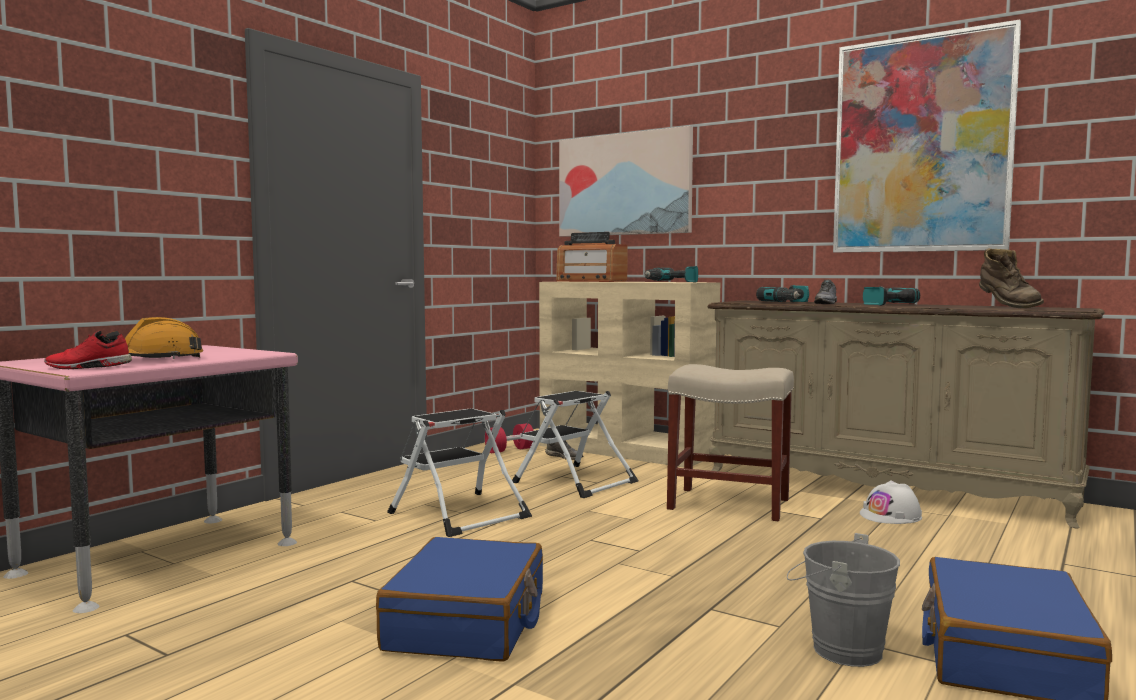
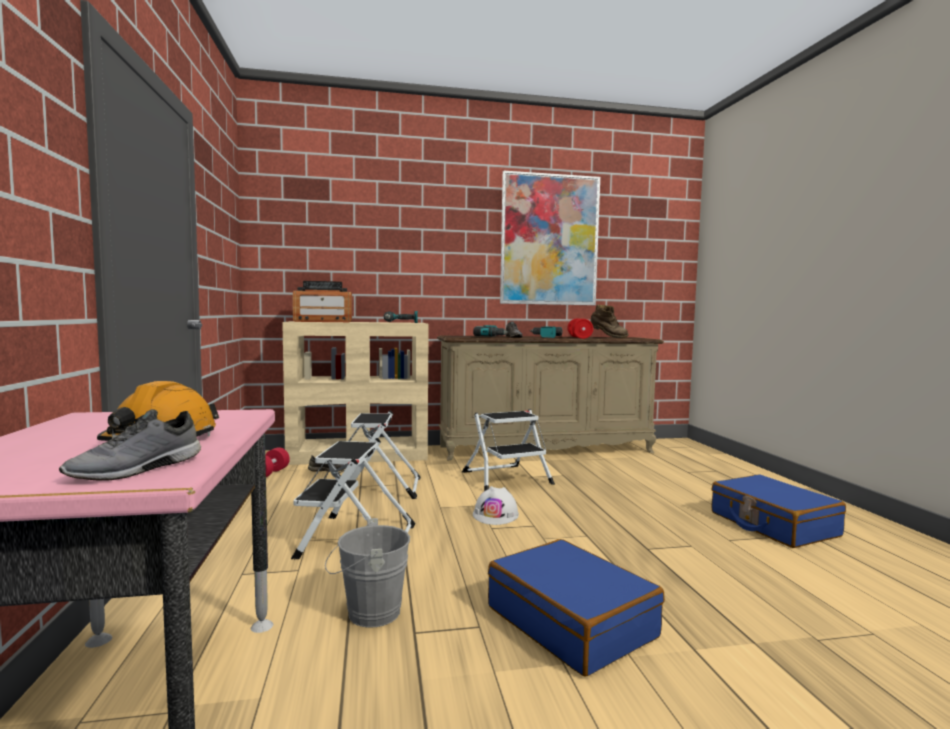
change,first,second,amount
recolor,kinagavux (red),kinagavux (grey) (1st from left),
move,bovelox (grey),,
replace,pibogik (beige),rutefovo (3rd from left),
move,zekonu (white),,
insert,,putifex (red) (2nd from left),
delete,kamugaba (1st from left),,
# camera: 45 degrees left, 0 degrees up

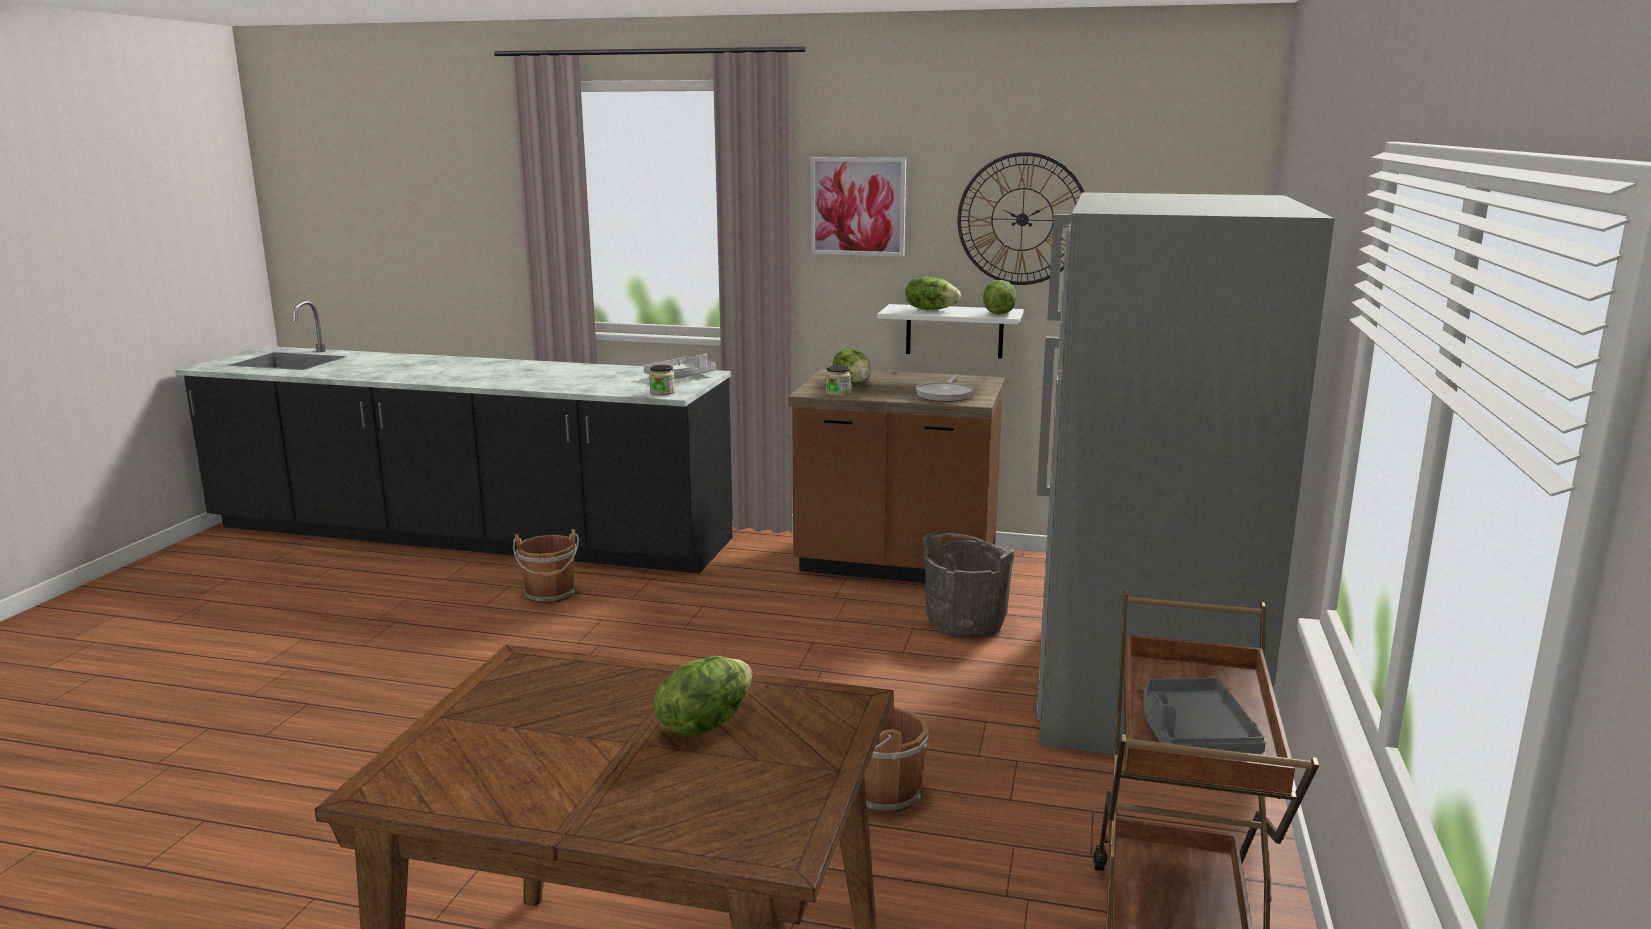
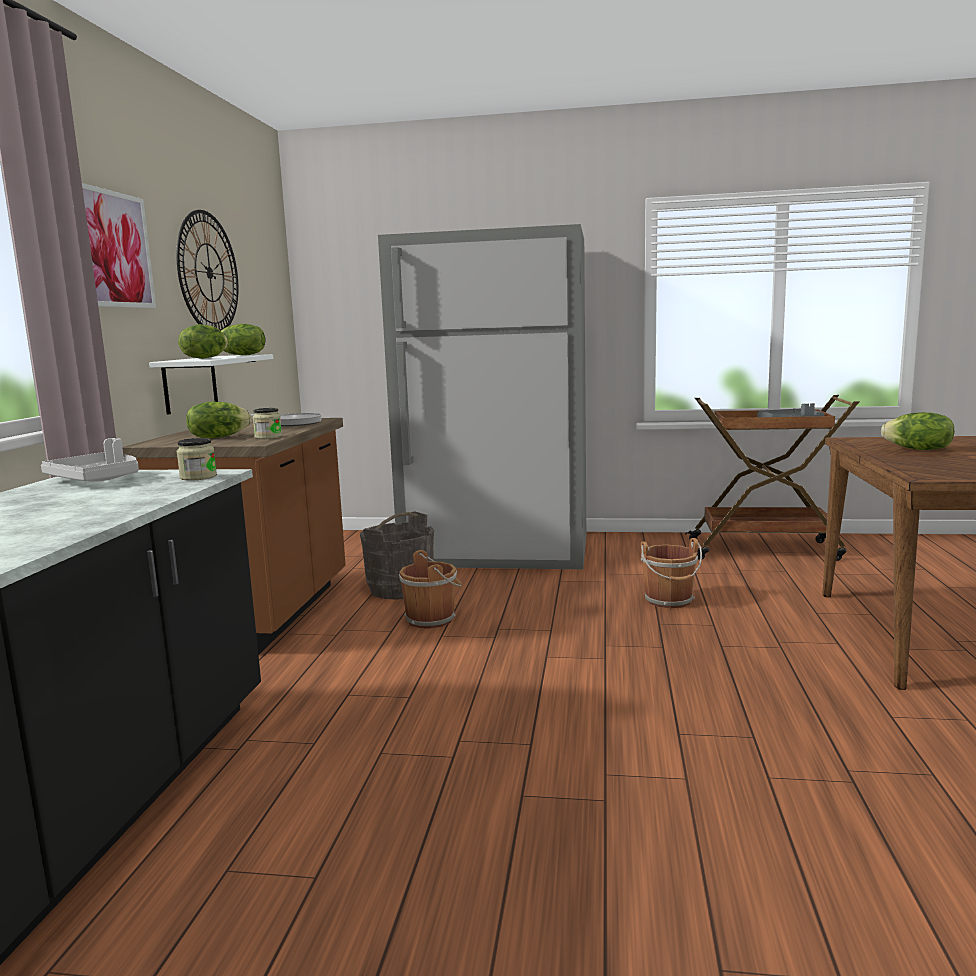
change,first,second,amount
move,bovelox (brown) (1st from left),,
# camera: 95 degrees left, 5 degrees down

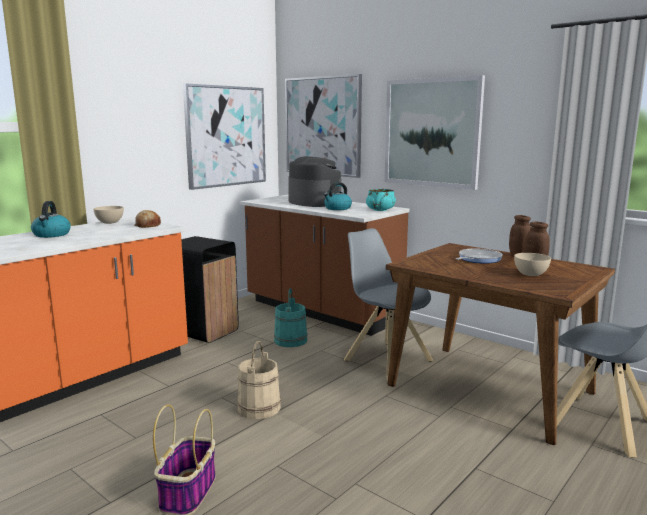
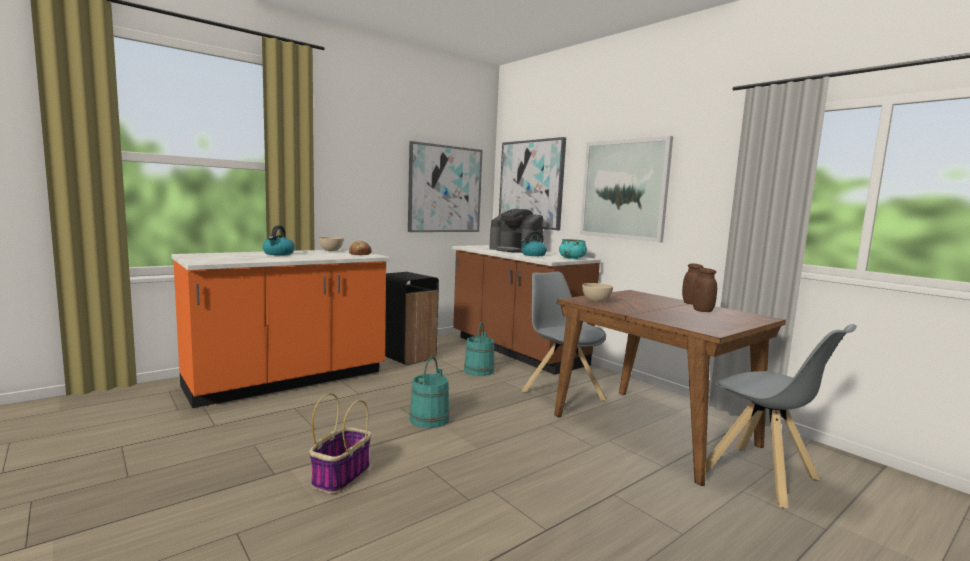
change,first,second,amount
recolor,bovelox (beige),bovelox (turquoise) (1st from left),
rotate,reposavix,,150 degrees clockwise
move,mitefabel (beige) (2nd from left),,
delete,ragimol,,
# camera: 10 degrees right, 5 degrees down

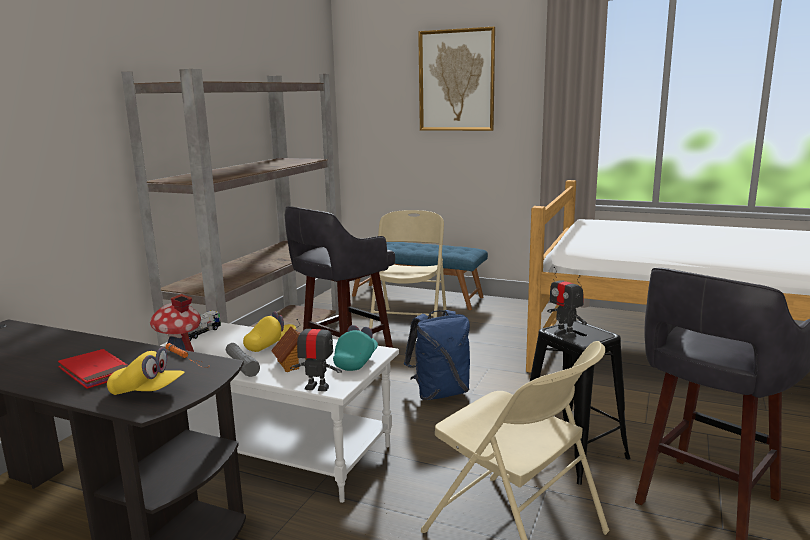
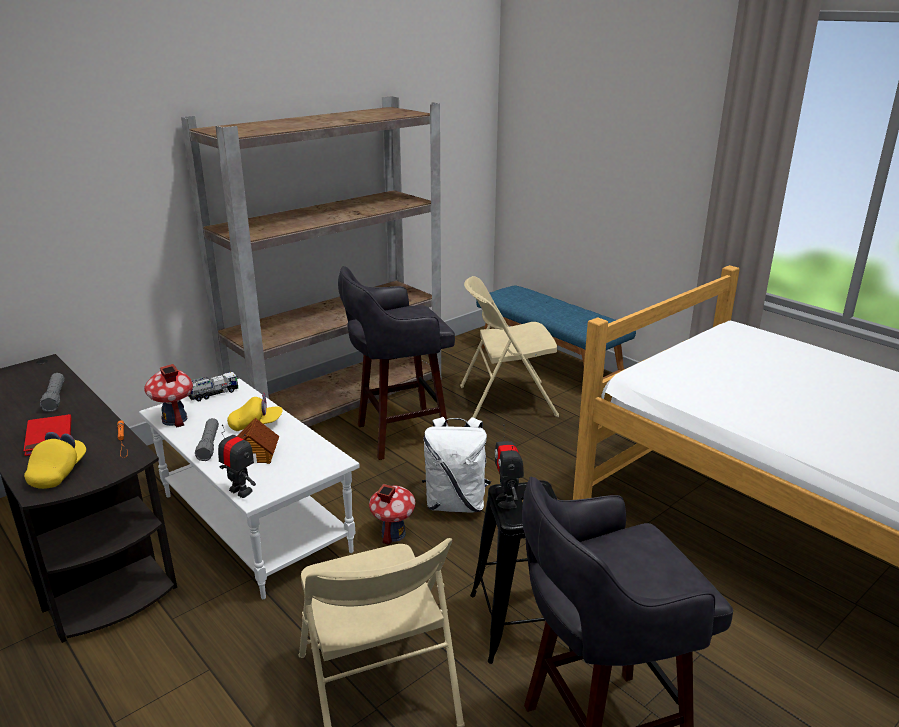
change,first,second,amount
rotate,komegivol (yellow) (1st from left),,120 degrees counterclockwise
insert,,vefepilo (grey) (1st from left),
insert,,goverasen (3rd from left),
recolor,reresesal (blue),reresesal (white),
rotate,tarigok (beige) (1st from left in the first image),tarigok (beige) (2nd from left),135 degrees counterclockwise
delete,komegivol (turquoise),,
delete,kamugaba,,
# camera: 25 degrees right, 10 degrees up

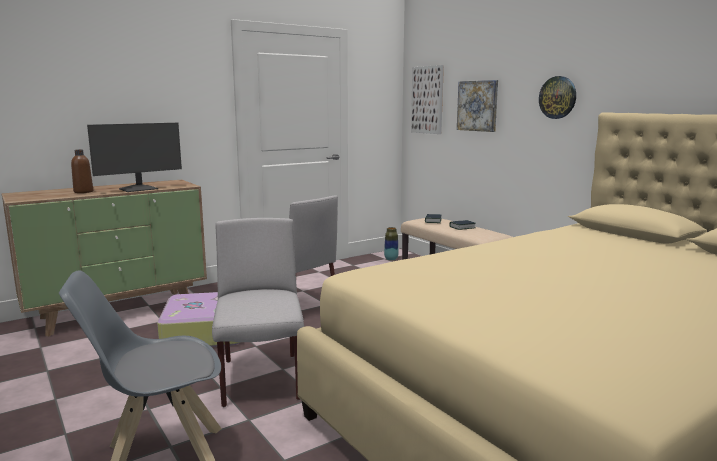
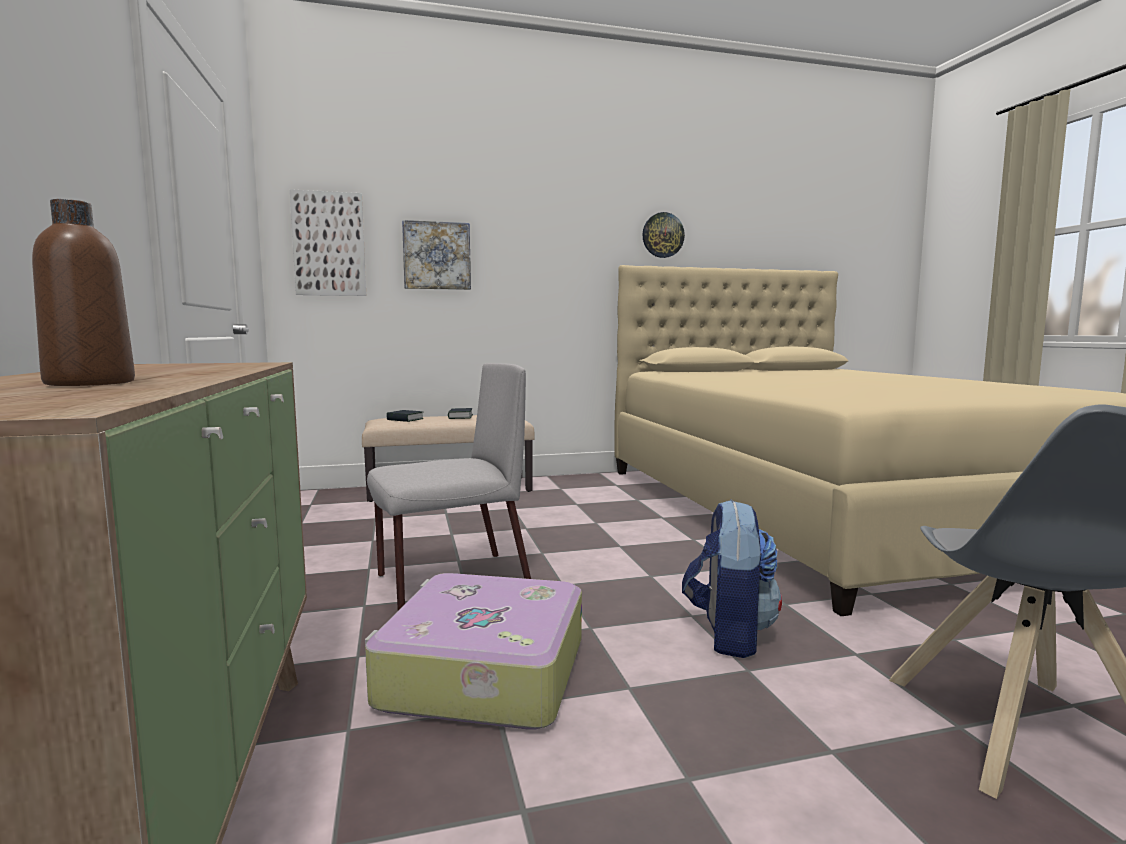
change,first,second,amount
move,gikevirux,,
replace,tarigok (grey) (2nd from left),reresesal,
delete,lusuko,,
delete,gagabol,,
# camera: 70 degrees left, 5 degrees down

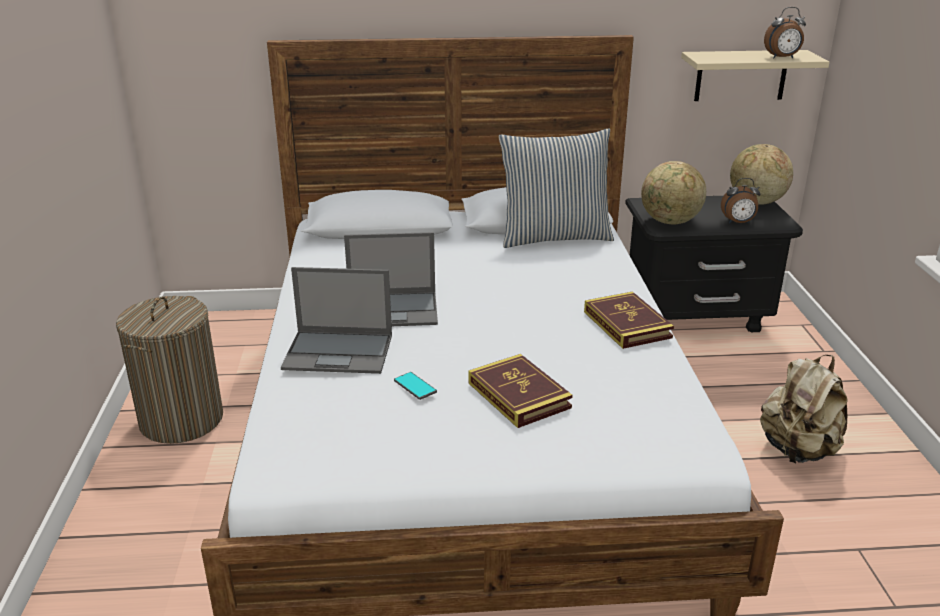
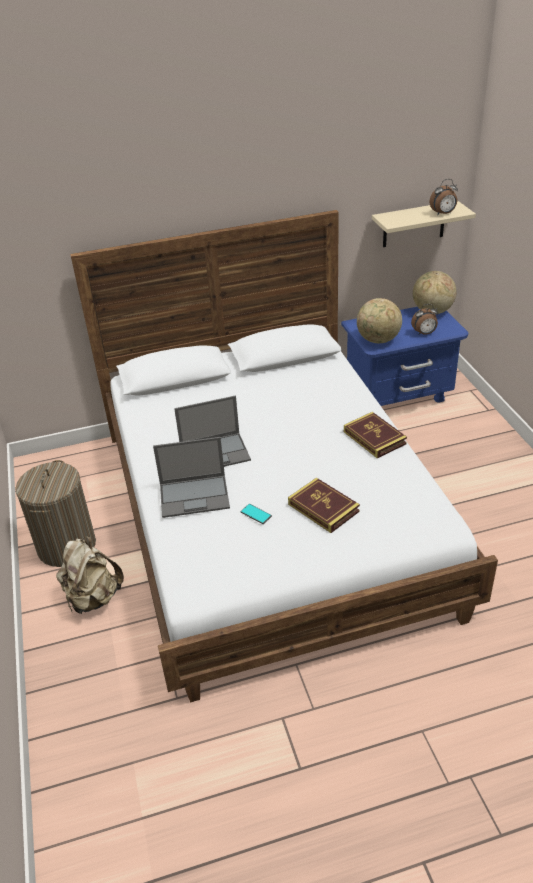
change,first,second,amount
move,reresesal (beige),,
recolor,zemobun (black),zemobun (blue),
delete,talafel,,
# camera: 10 degrees left, 10 degrees up

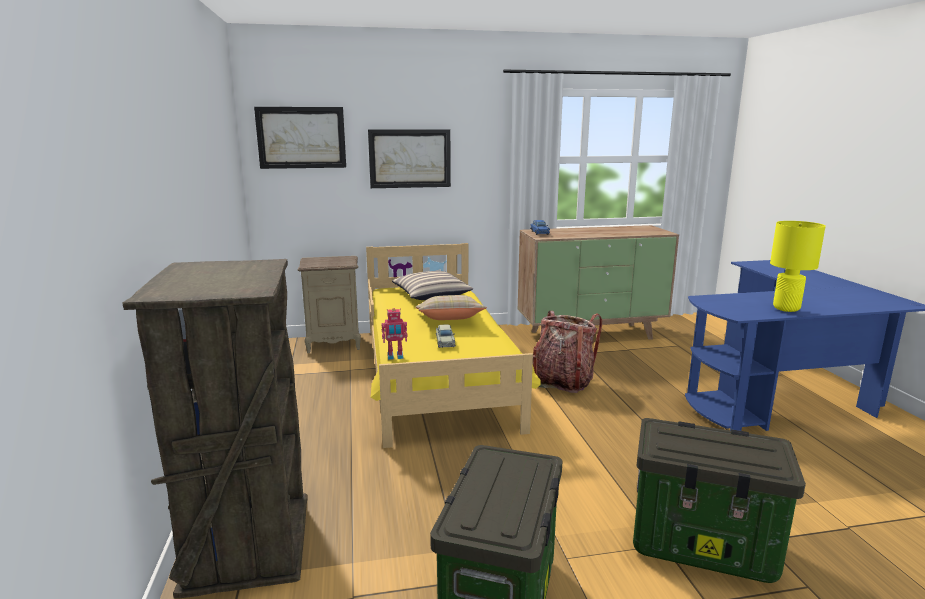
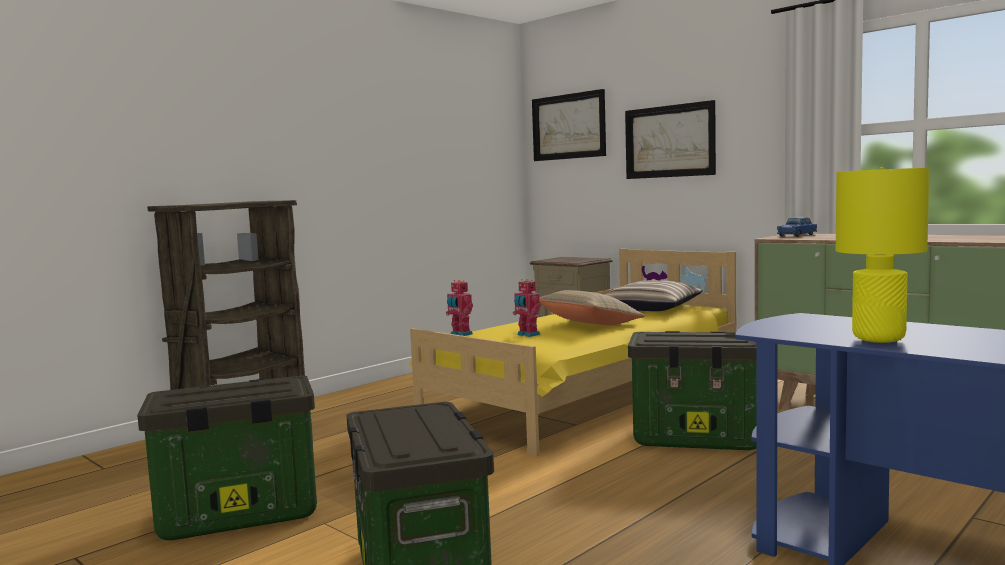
change,first,second,amount
replace,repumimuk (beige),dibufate (2nd from left),
replace,reresesal,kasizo (3rd from left),
# camera: 55 degrees right, 10 degrees down

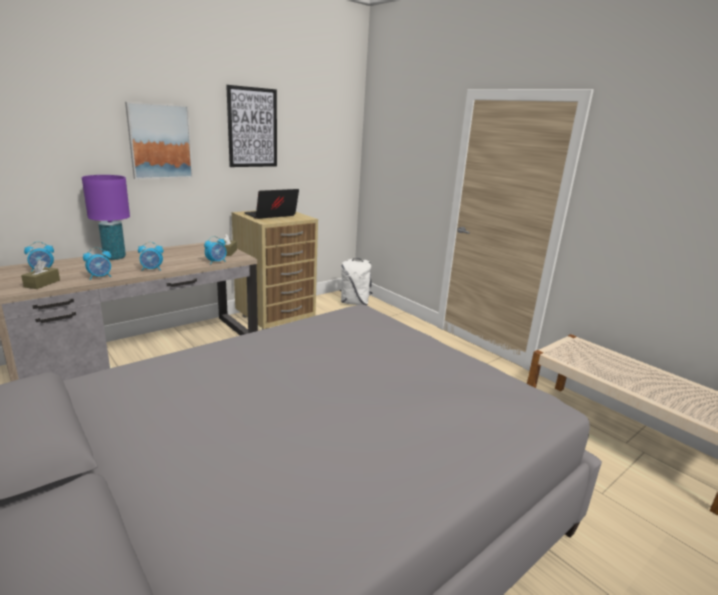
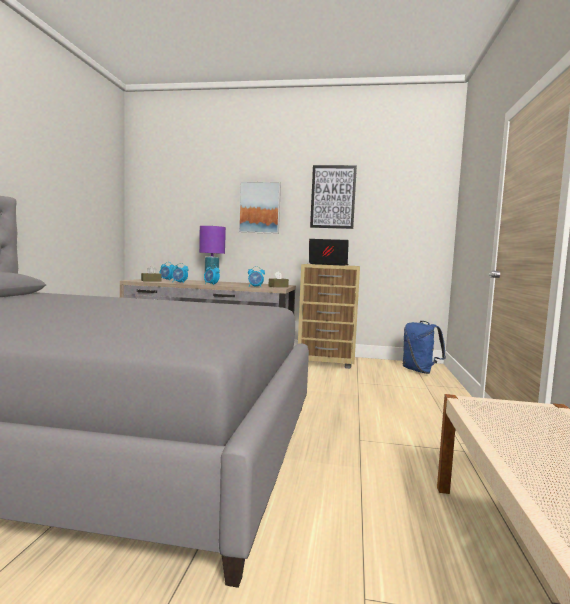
change,first,second,amount
recolor,reresesal (white),reresesal (blue),
# camera: 50 degrees right, 15 degrees down

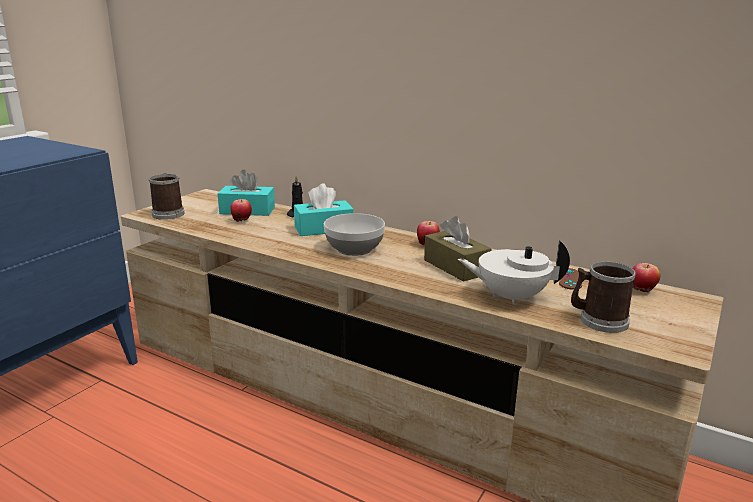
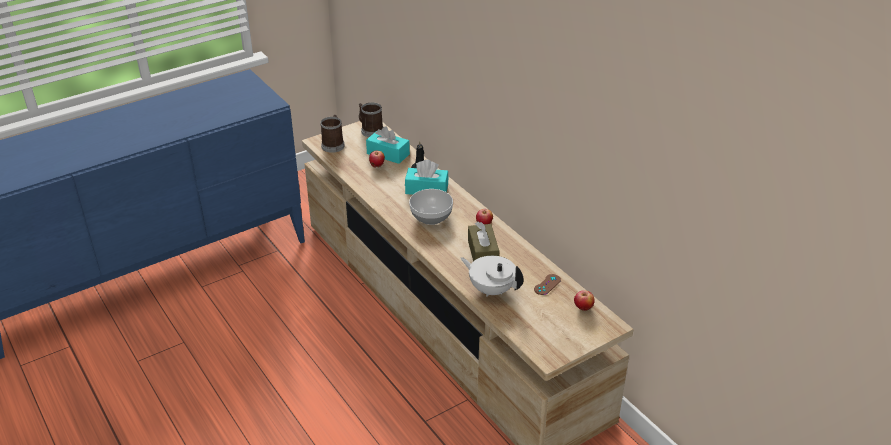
change,first,second,amount
move,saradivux (2nd from left),,
# camera: 25 degrees right, 15 degrees up

